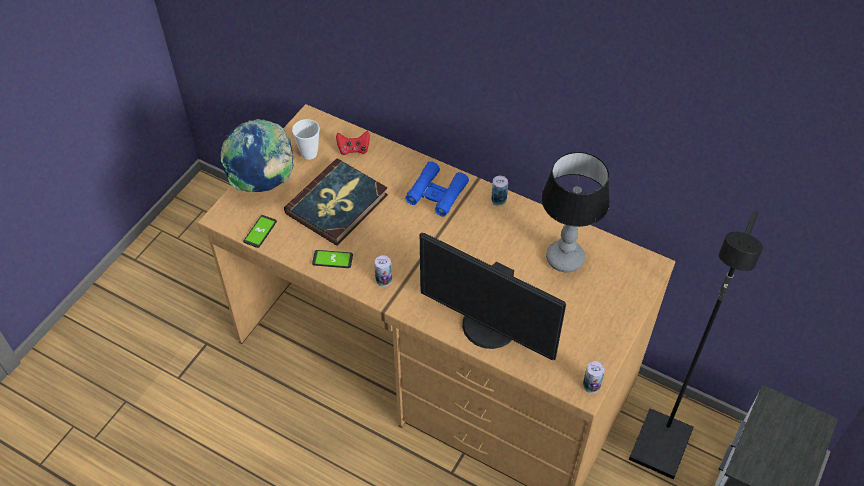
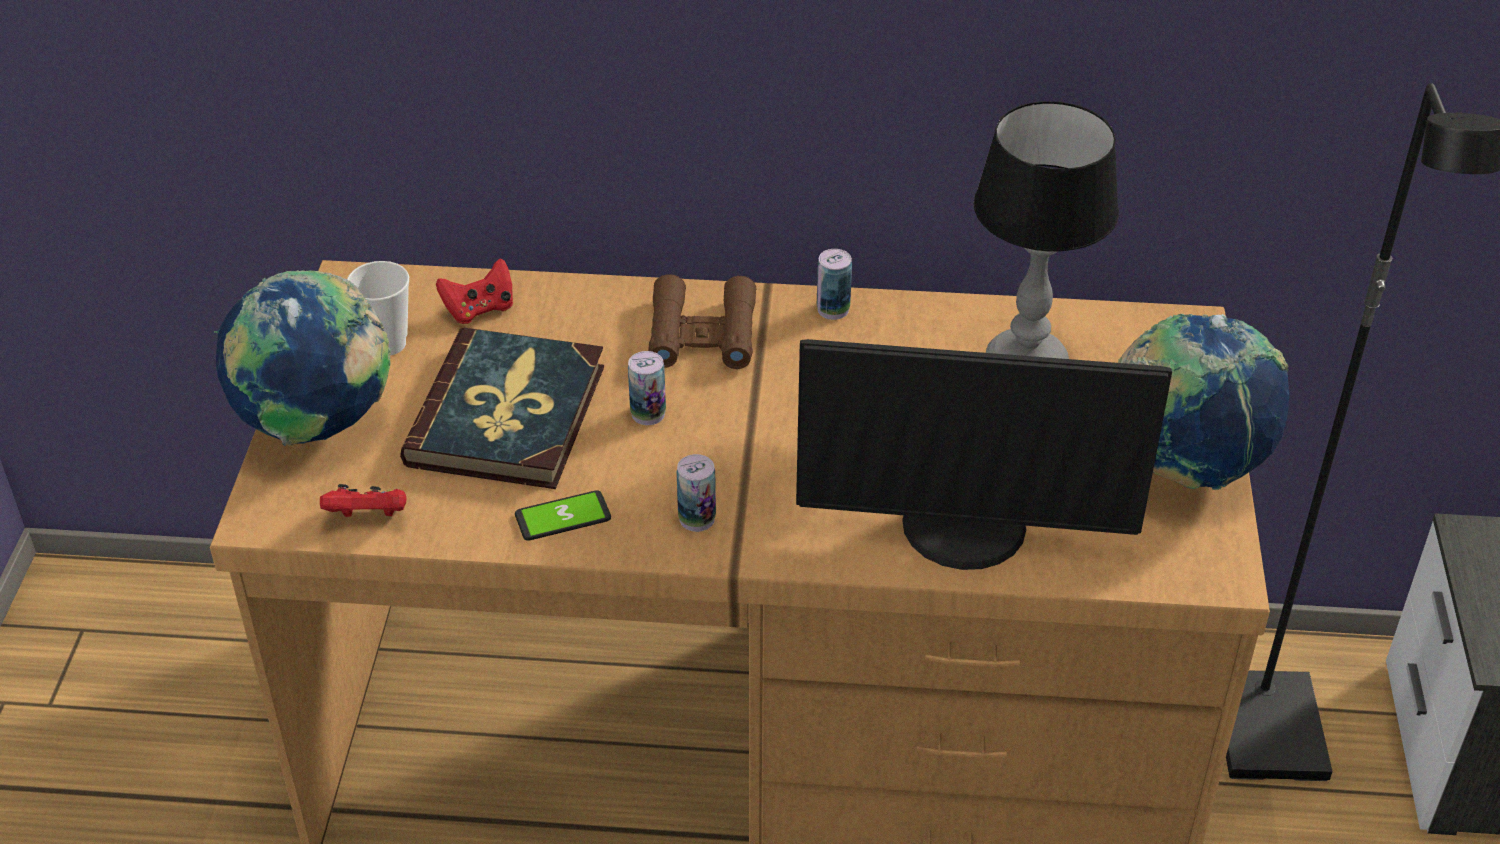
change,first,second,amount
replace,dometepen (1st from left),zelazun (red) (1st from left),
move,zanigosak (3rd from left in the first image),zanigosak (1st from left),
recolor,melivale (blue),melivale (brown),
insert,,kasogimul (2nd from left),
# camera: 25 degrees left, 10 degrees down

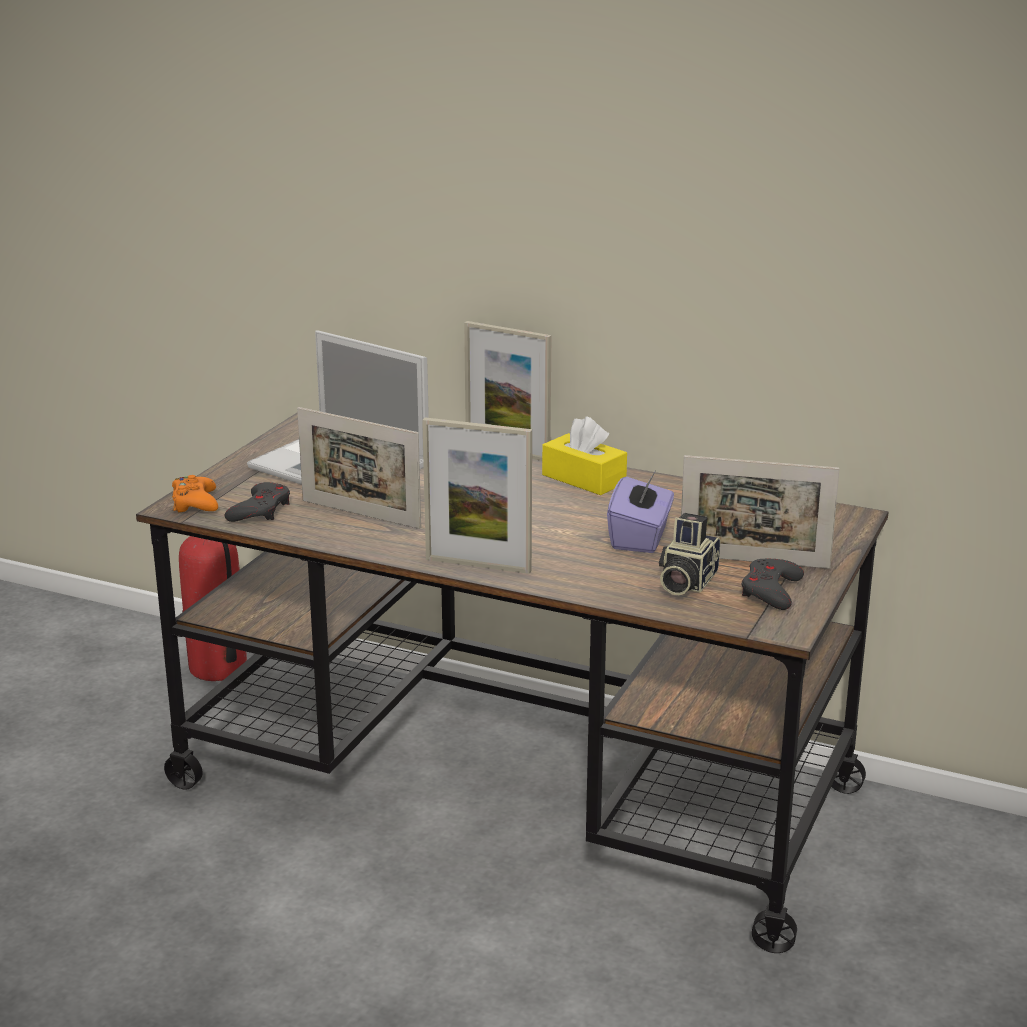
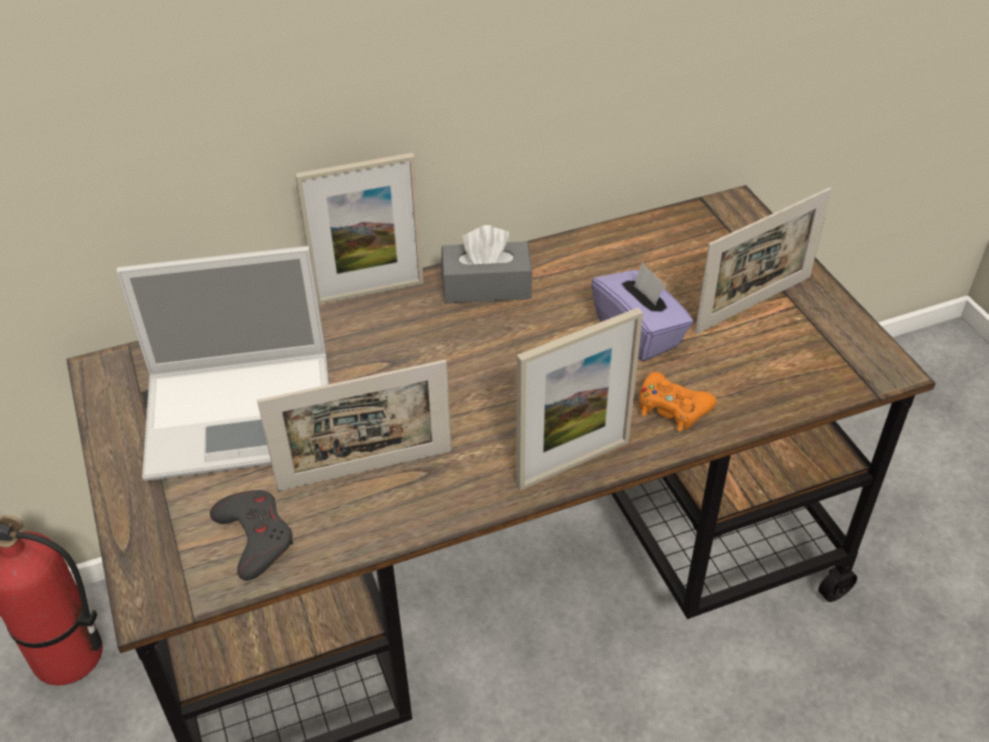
change,first,second,amount
recolor,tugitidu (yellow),tugitidu (grey),
move,zelazun (orange),,
delete,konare,,
delete,zelazun (grey) (2nd from left),,
# camera: 45 degrees left, 20 degrees up

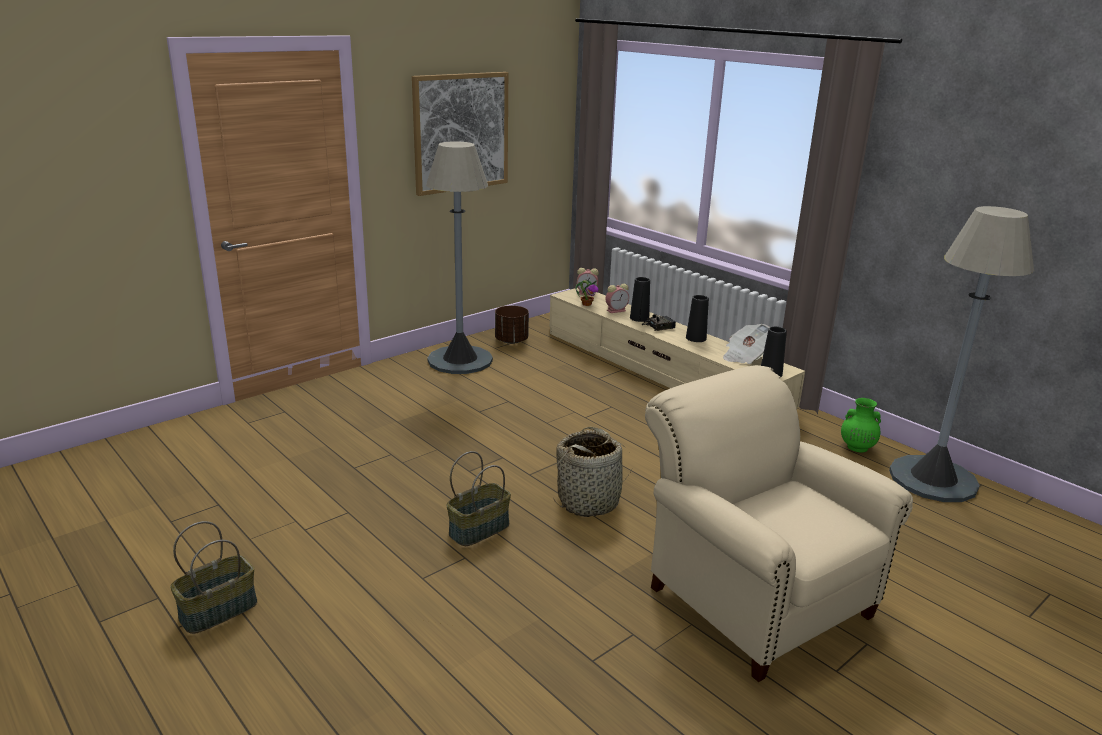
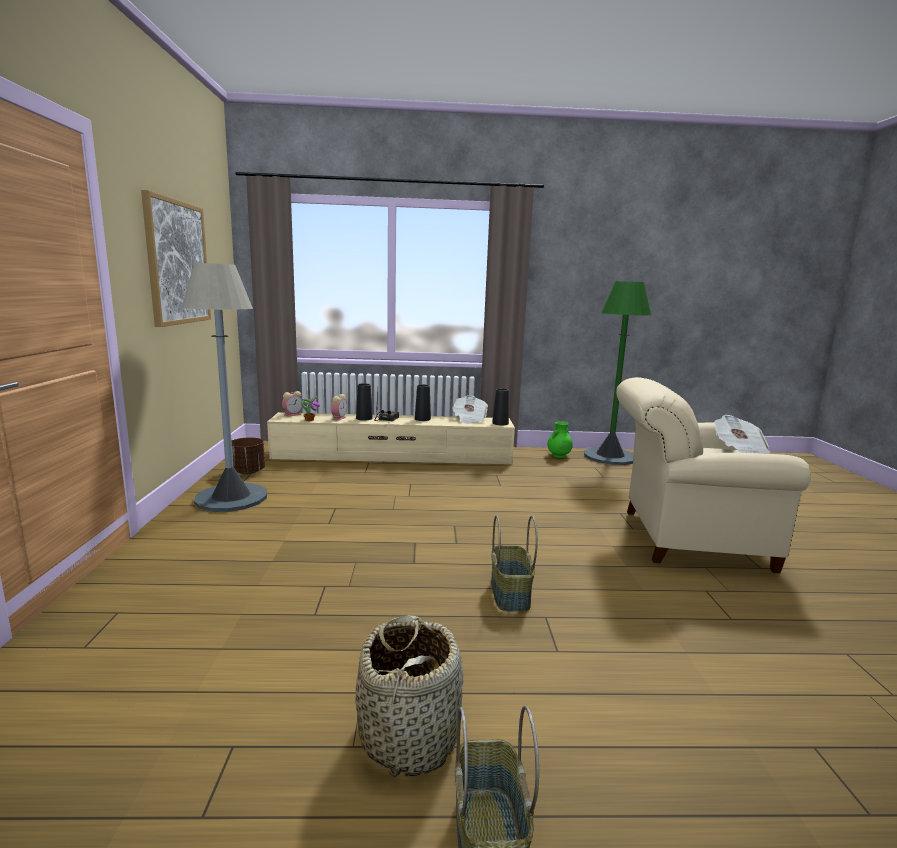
change,first,second,amount
move,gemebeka (3rd from left in the first image),gemebeka (1st from left),
recolor,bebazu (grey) (2nd from left),bebazu (green),
insert,,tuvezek (2nd from left),
# camera: 50 degrees left, 10 degrees down

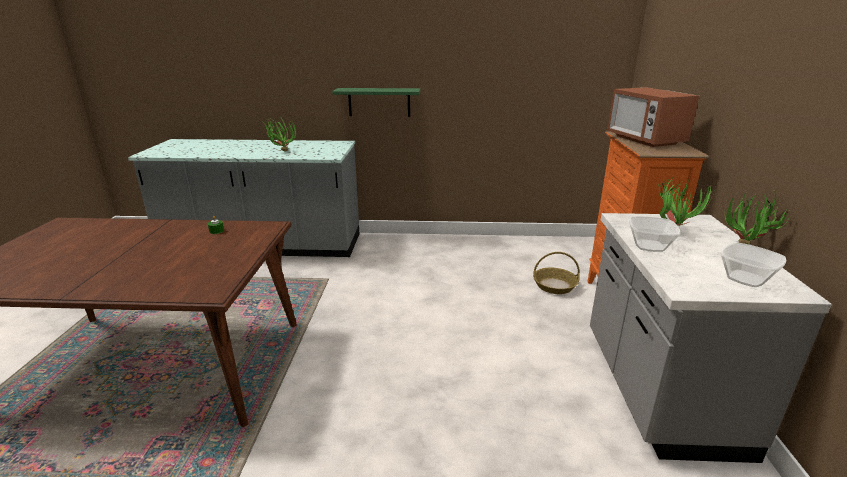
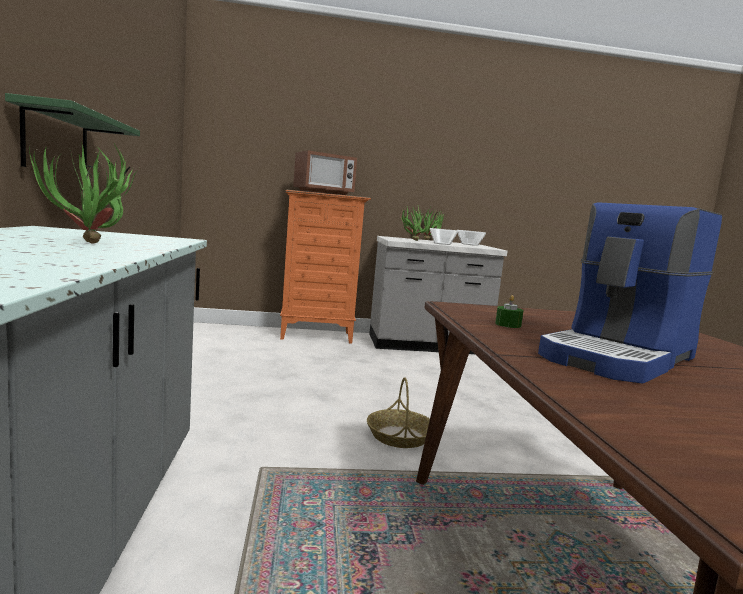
change,first,second,amount
move,gemebeka,,
insert,,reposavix,
# camera: 100 degrees left, 15 degrees down

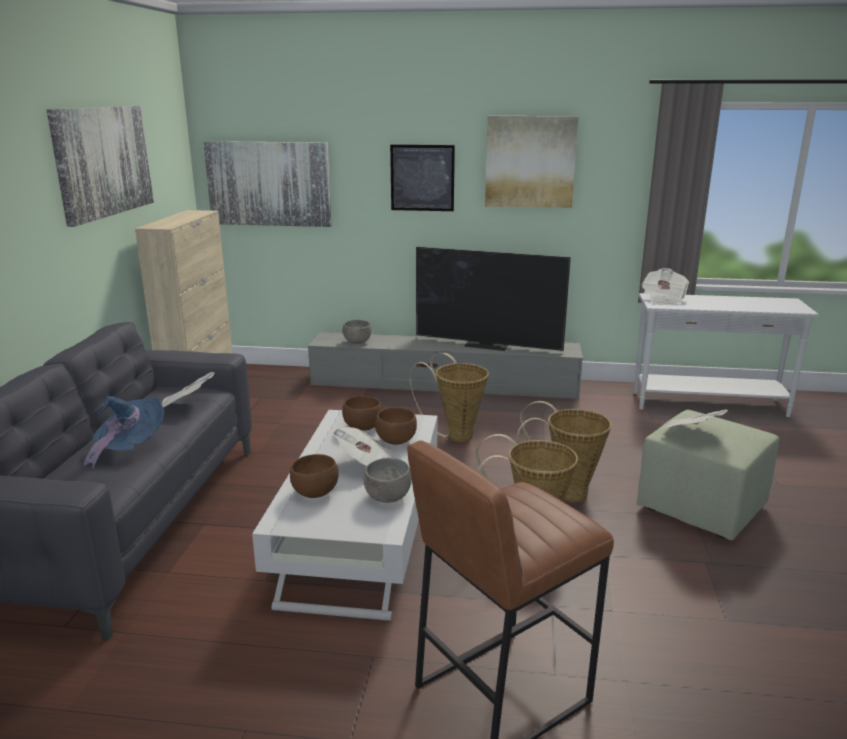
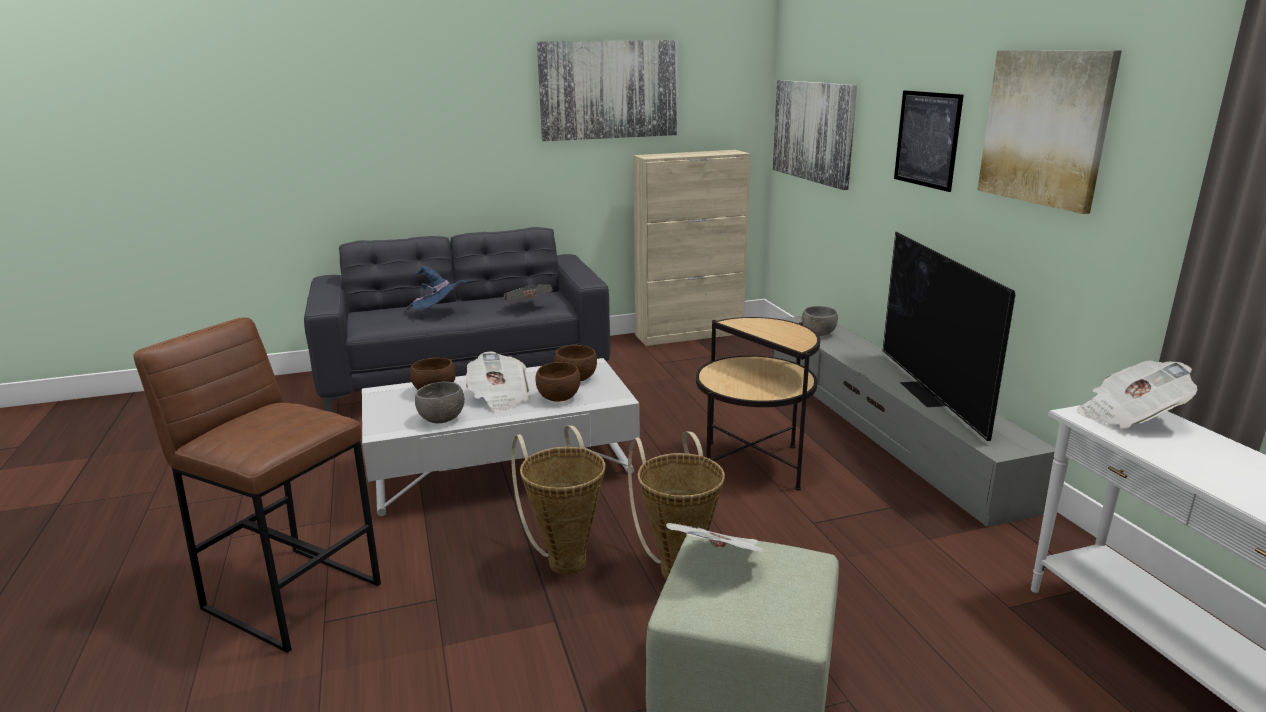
change,first,second,amount
replace,gemebeka (1st from left),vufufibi,
# camera: 65 degrees right, 0 degrees up

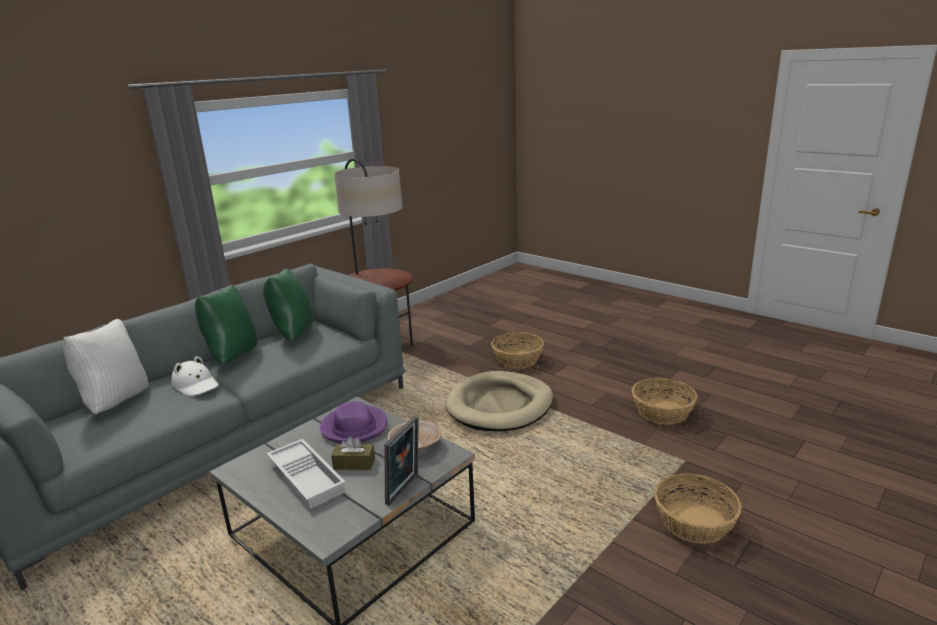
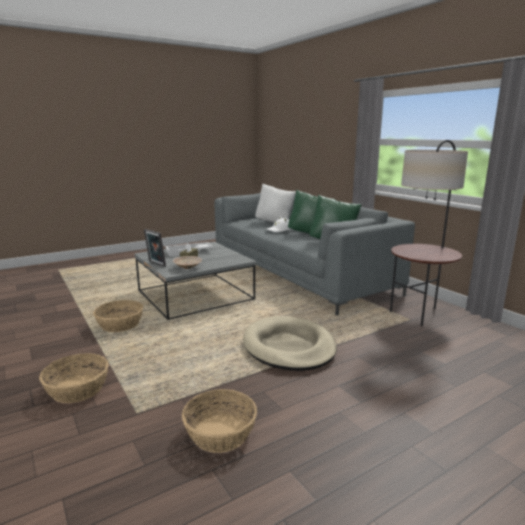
change,first,second,amount
move,gemebeka (1st from left in the first image),gemebeka (2nd from left),
delete,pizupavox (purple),,
# camera: 105 degrees right, 5 degrees down

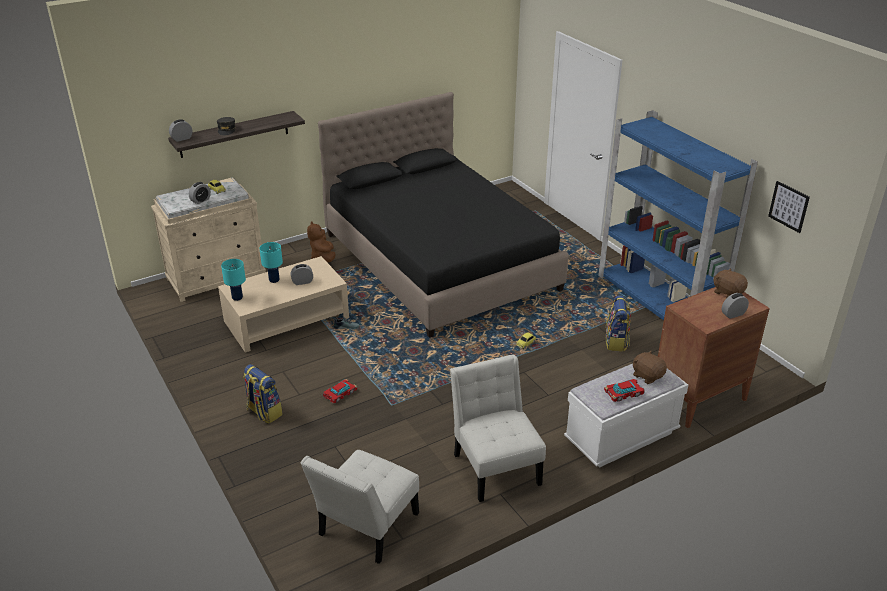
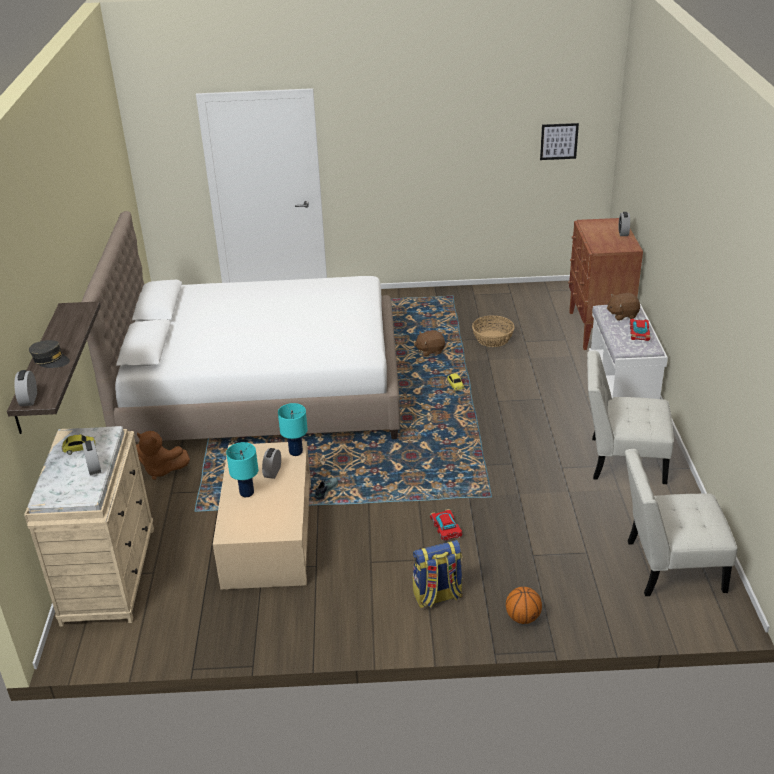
change,first,second,amount
recolor,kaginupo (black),kaginupo (white),
move,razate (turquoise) (1st from left in the first image),razate (turquoise) (2nd from left),
move,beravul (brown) (3rd from left in the first image),beravul (brown) (2nd from left),
replace,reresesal (2nd from left),gemebeka,
insert,,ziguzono,
rotate,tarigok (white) (1st from left in the first image),tarigok (white) (2nd from left),120 degrees clockwise
delete,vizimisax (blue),,
# camera: 60 degrees left, 0 degrees up

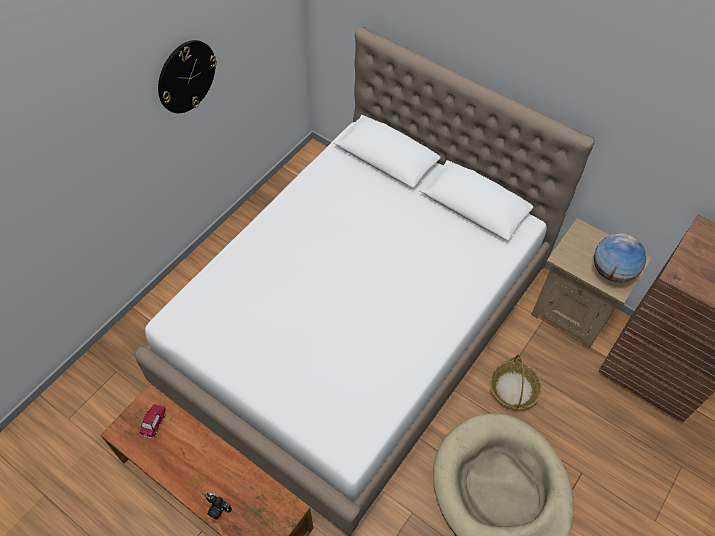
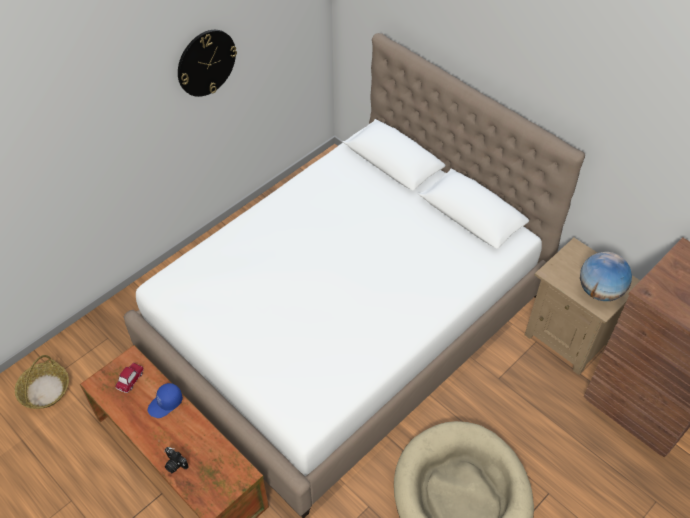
change,first,second,amount
move,gemebeka,,
insert,,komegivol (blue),
# camera: 10 degrees right, 5 degrees down

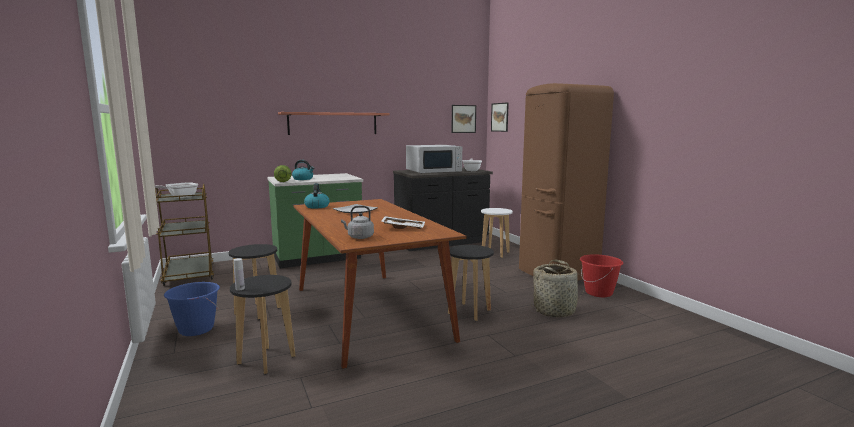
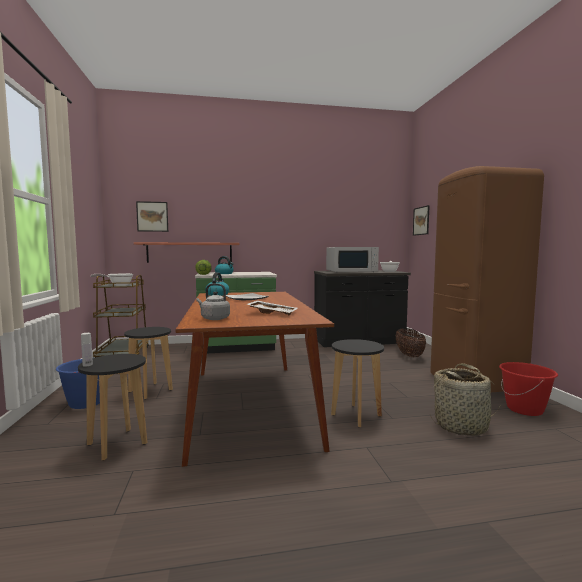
change,first,second,amount
move,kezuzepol,,
move,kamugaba (1st from left),,
replace,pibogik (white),gemebeka (1st from left),
# camera: 15 degrees right, 5 degrees down

